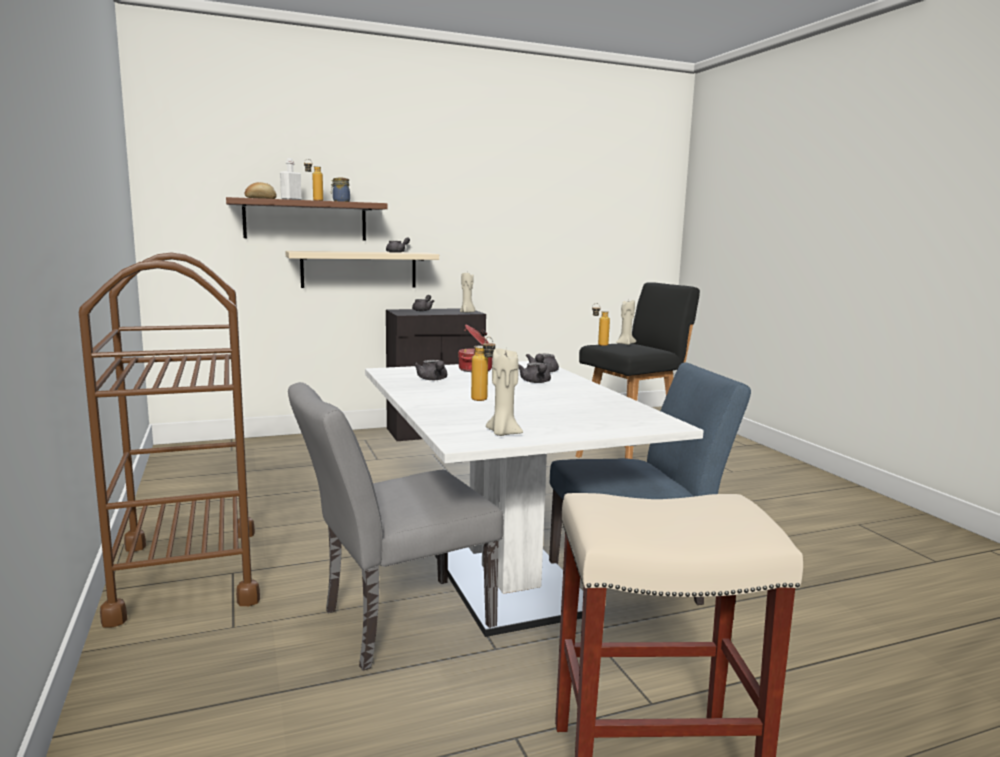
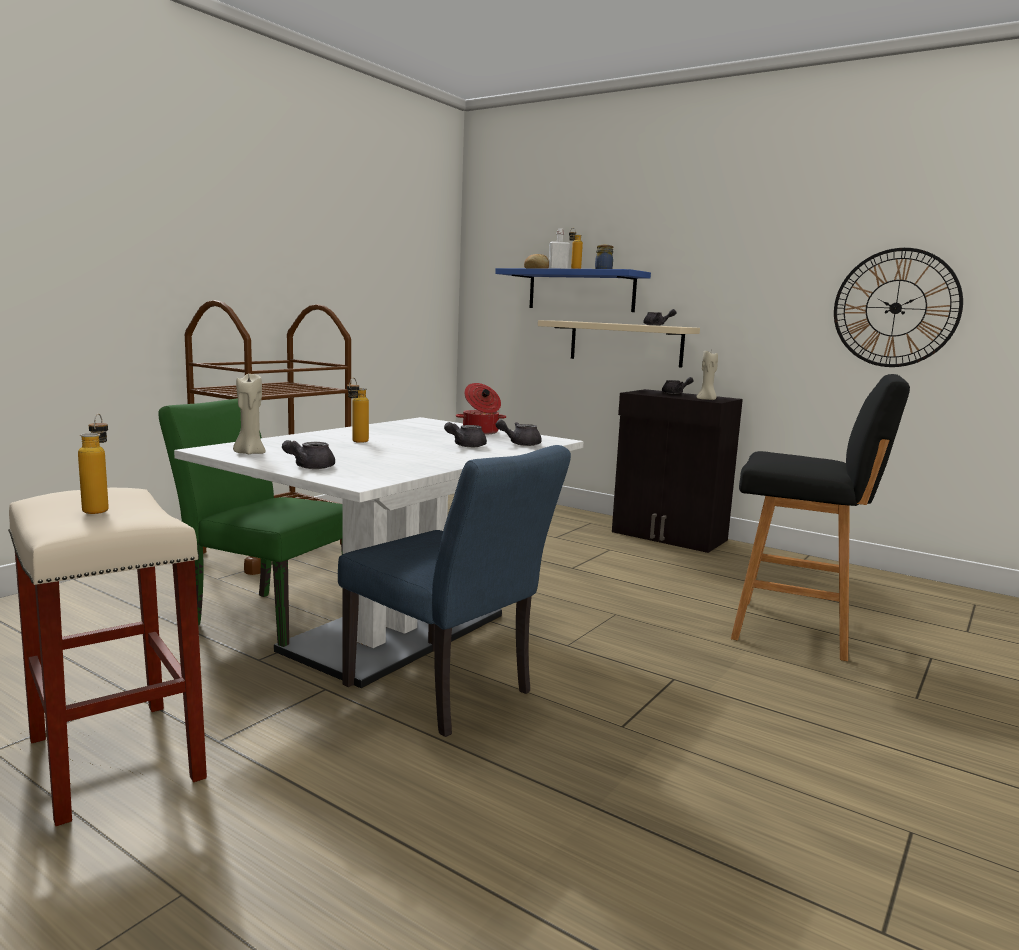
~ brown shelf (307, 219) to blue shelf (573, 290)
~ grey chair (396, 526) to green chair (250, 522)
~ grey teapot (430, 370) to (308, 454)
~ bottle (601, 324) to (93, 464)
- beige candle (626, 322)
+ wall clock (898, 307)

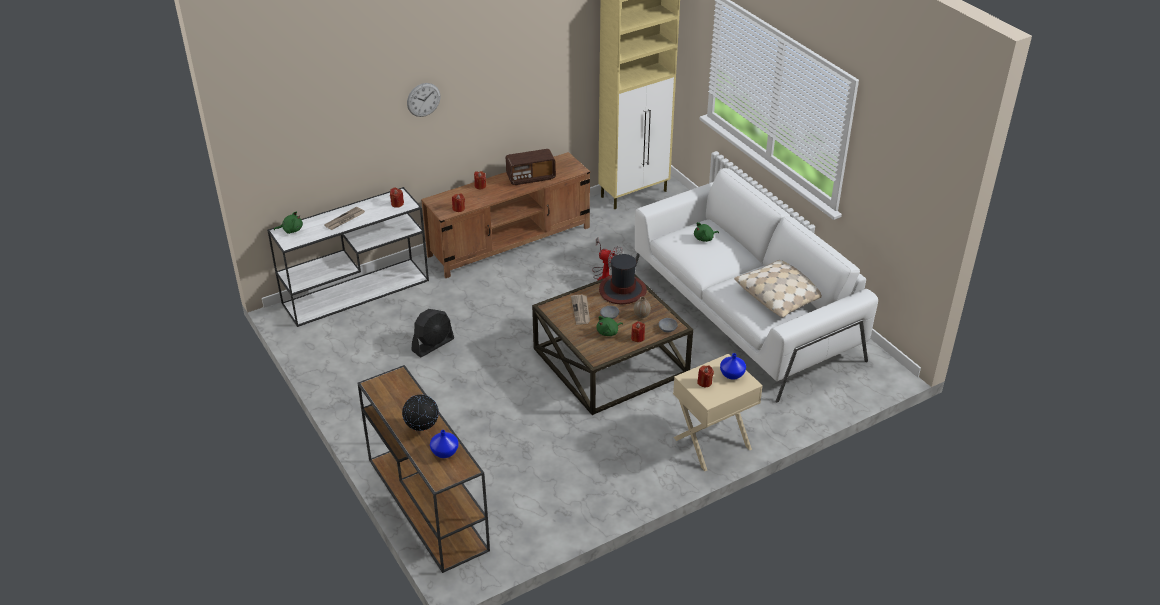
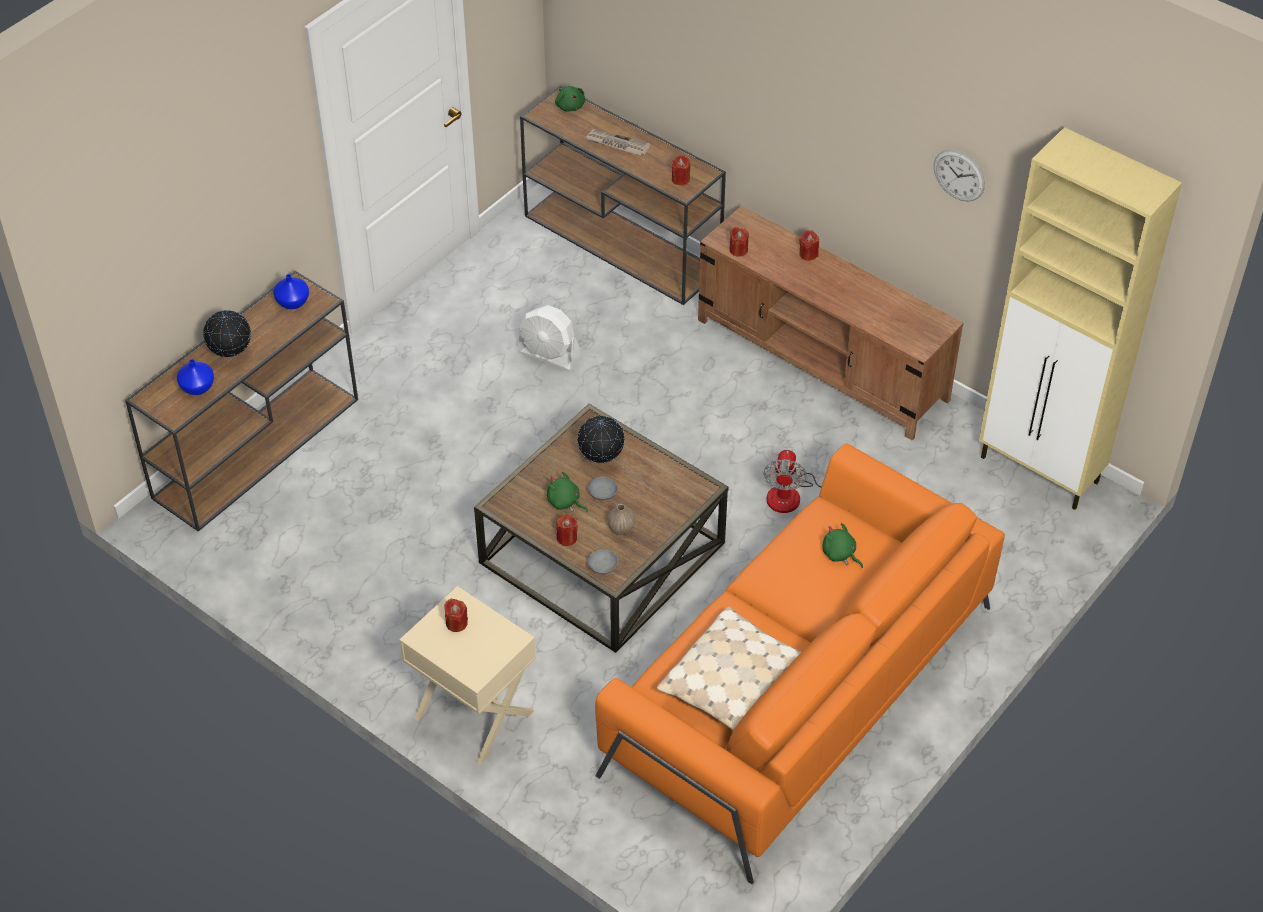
~ white console table (348, 257) to brown console table (623, 195)
~ wall clock (424, 100) to (959, 175)
~ black fan (432, 333) to white fan (550, 338)
- radio (531, 167)
~ newspaper (580, 309) to globe (600, 439)
- hat (623, 279)
~ white sofa (756, 285) to orange sofa (800, 663)
~ blue vase (733, 366) to (291, 291)

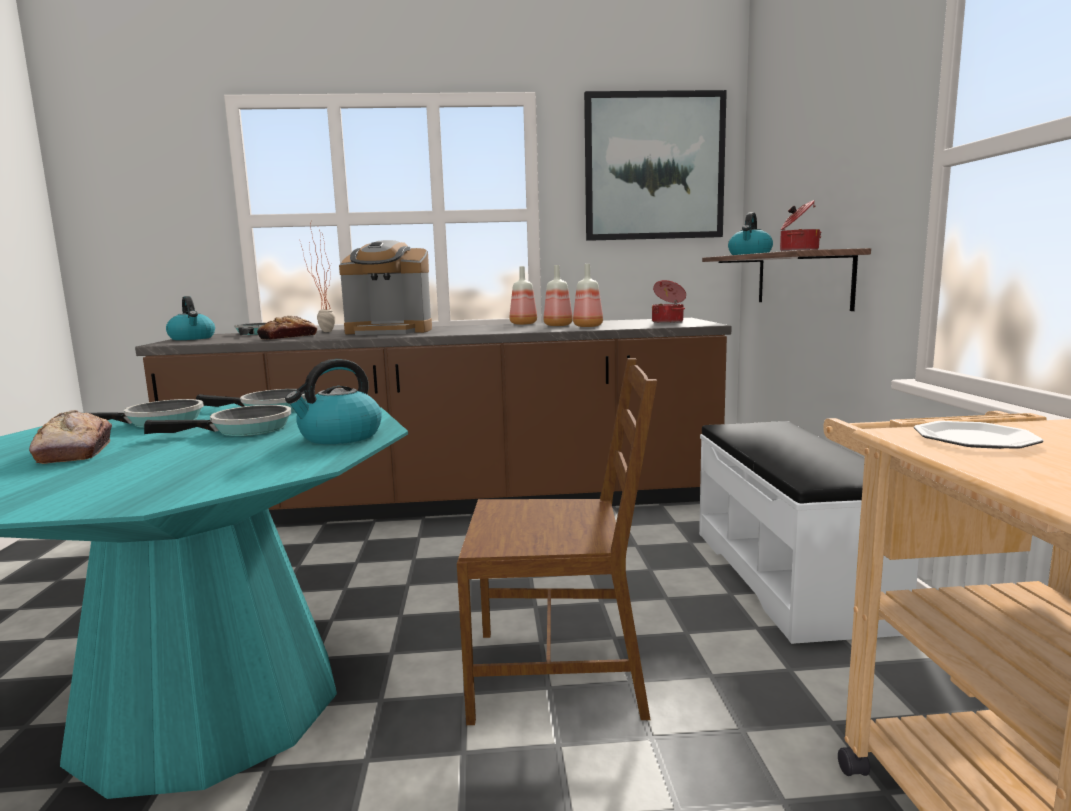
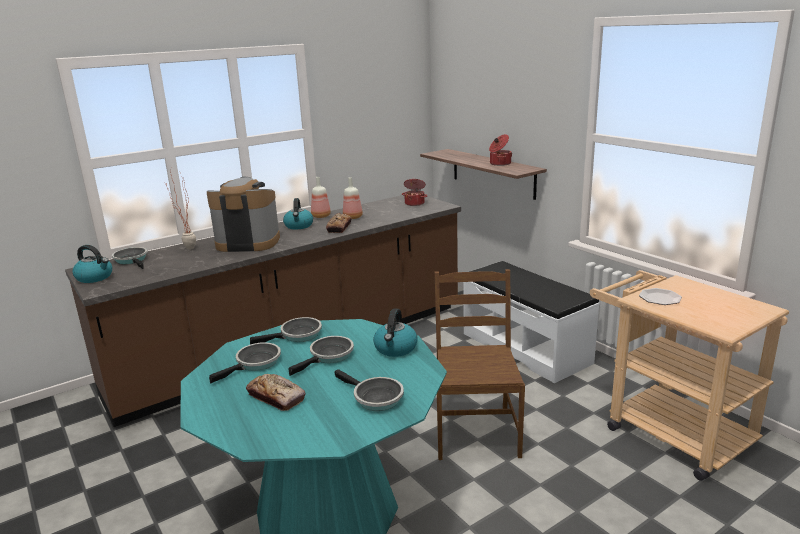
~ bread (287, 328) to (339, 223)
~ coffee machine (385, 287) = (243, 214) 150 degrees counterclockwise
~ brown chair (557, 541) = (480, 364) 60 degrees counterclockwise
- bottle (588, 295)
- picture (655, 165)
~ kettle (750, 233) to (298, 214)
+ frying pan (369, 390)

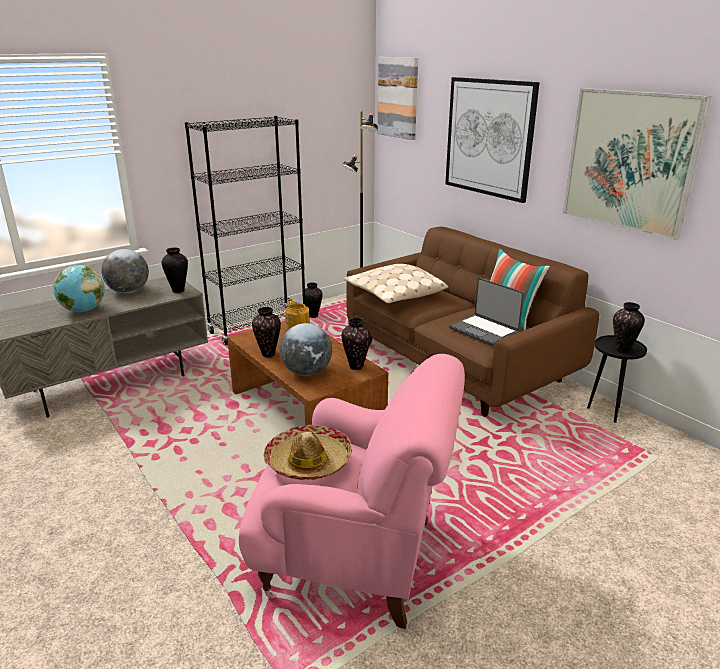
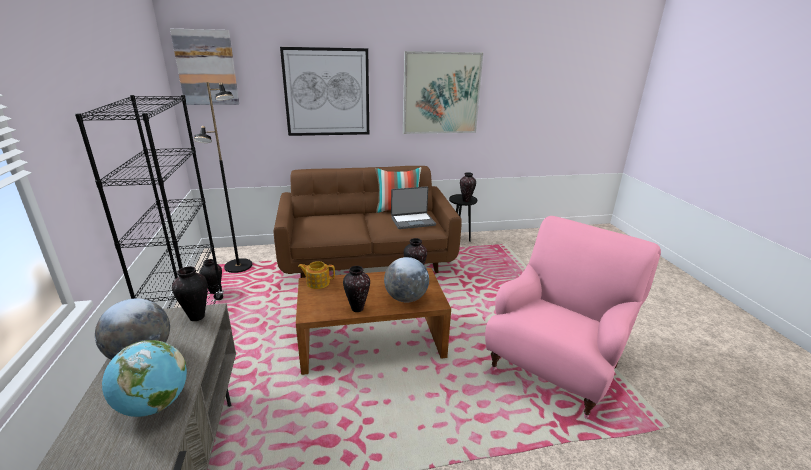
- hat (308, 452)
- beige pillow (395, 283)

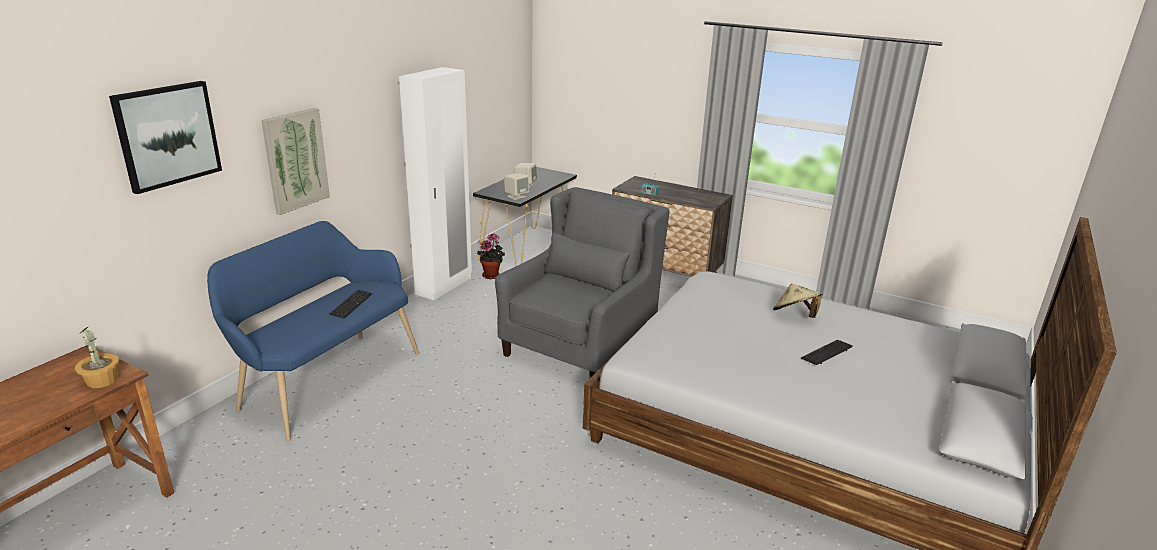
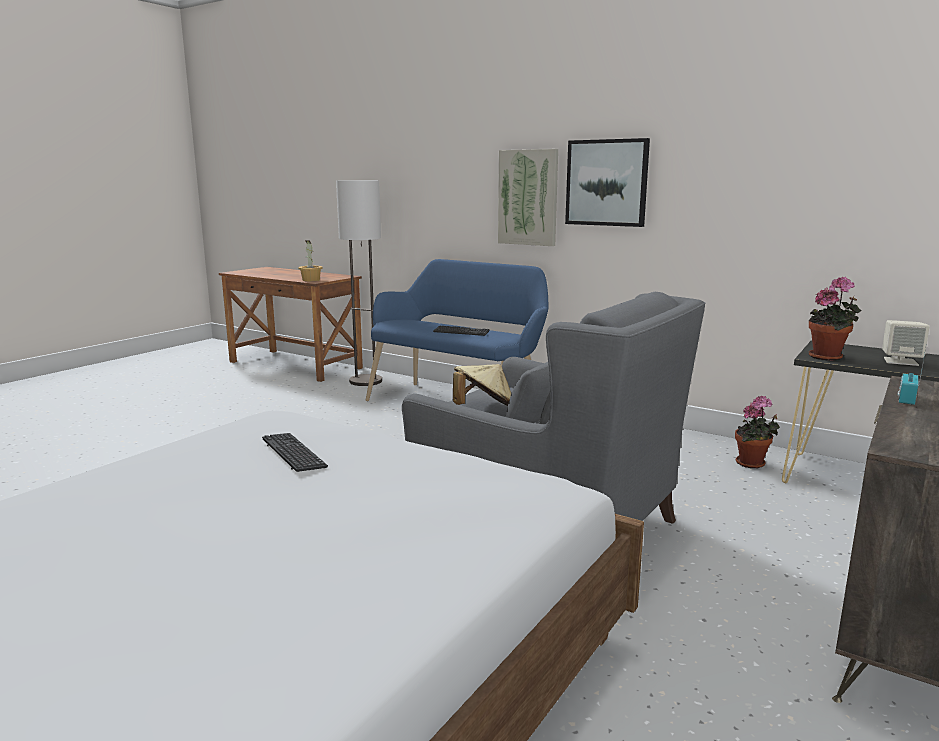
~ picture (165, 137) to (607, 182)
- white wardrobe (435, 183)
~ beige speaker (516, 186) to potted plant (835, 319)
~ beige hat (797, 300) to (482, 385)
~ keyboard (826, 352) to (295, 452)
+ floor lamp (359, 283)

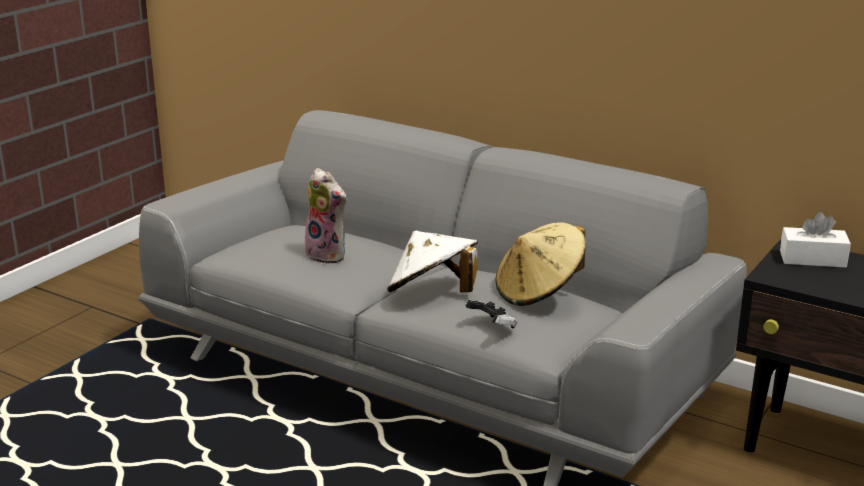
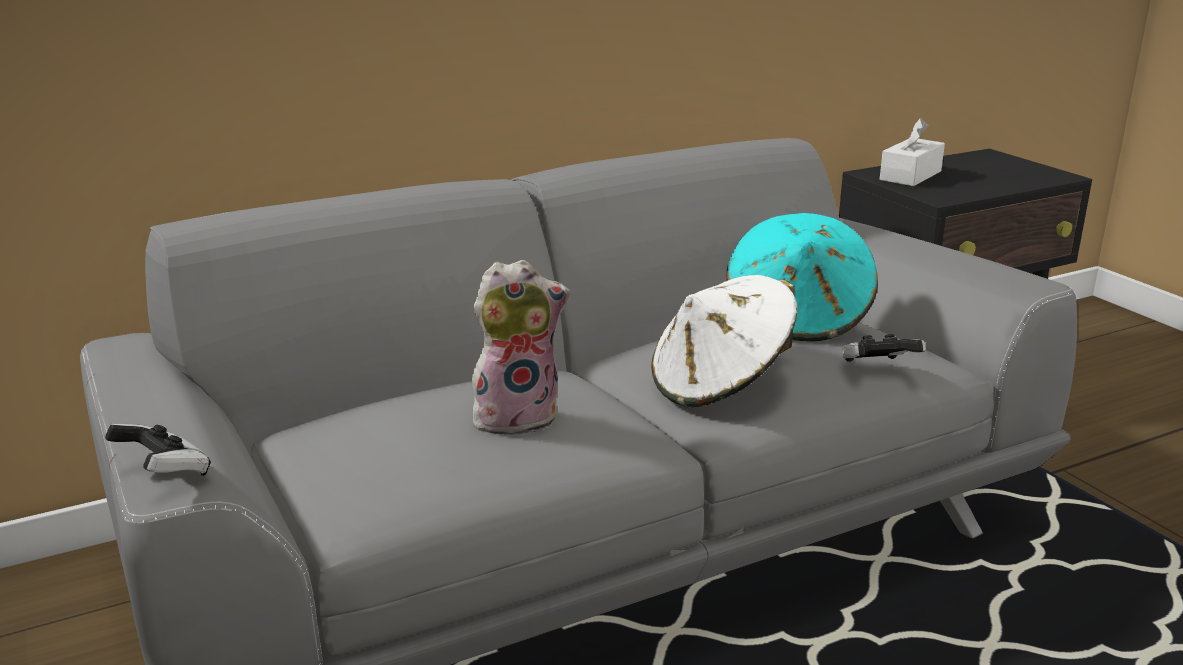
~ beige hat (540, 264) to turquoise hat (802, 277)
+ game controller (158, 450)

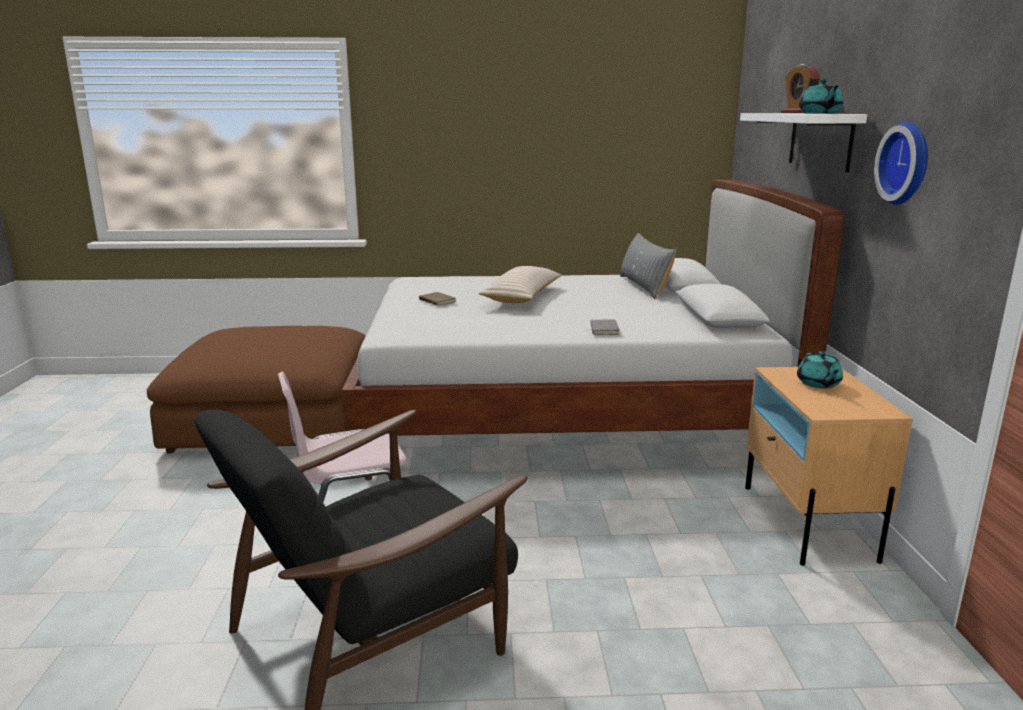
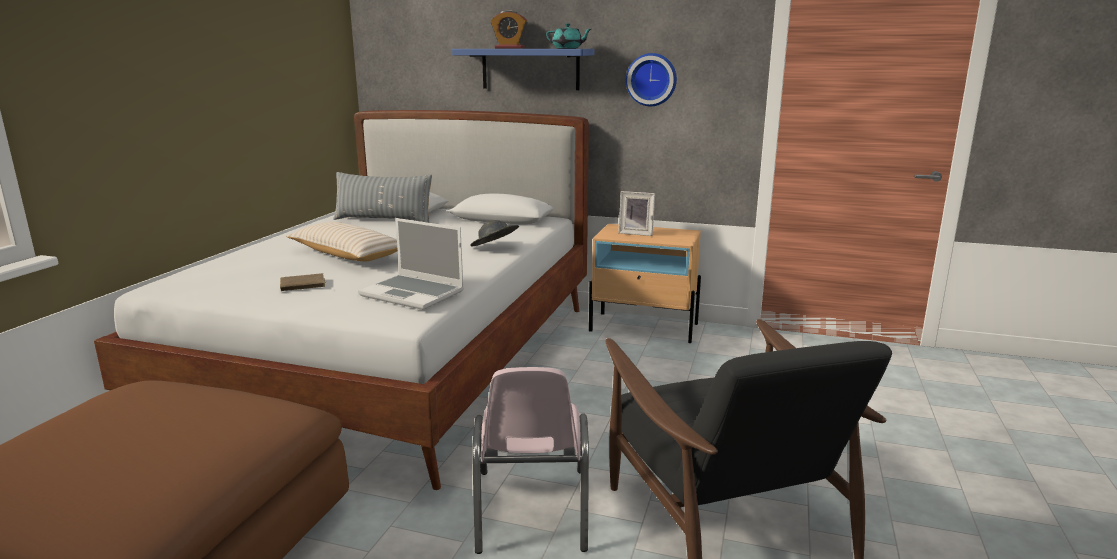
~ grey book (605, 327) to grey hat (494, 233)
~ white shelf (803, 143) to blue shelf (523, 69)
~ turquoise teapot (820, 369) to picture frame (636, 213)
+ laptop (411, 264)

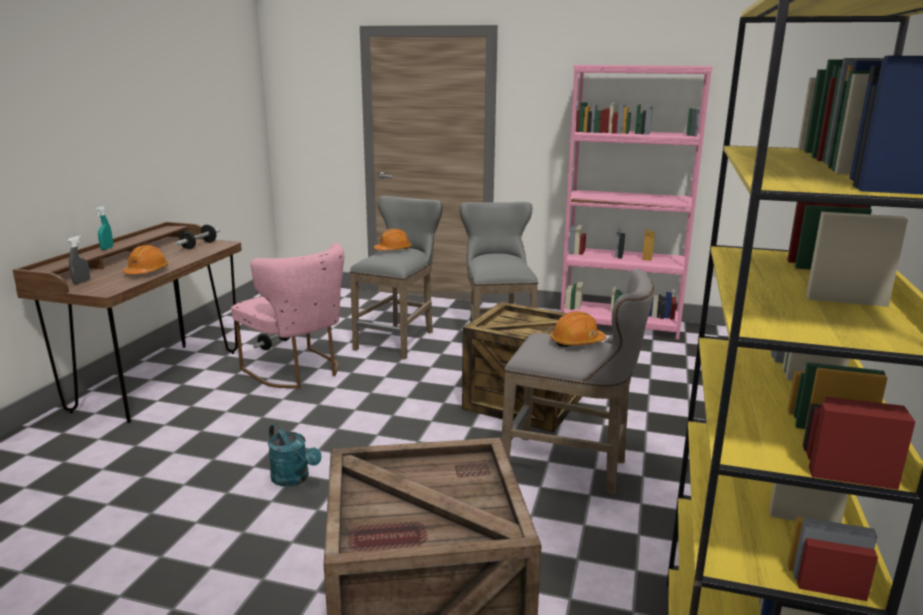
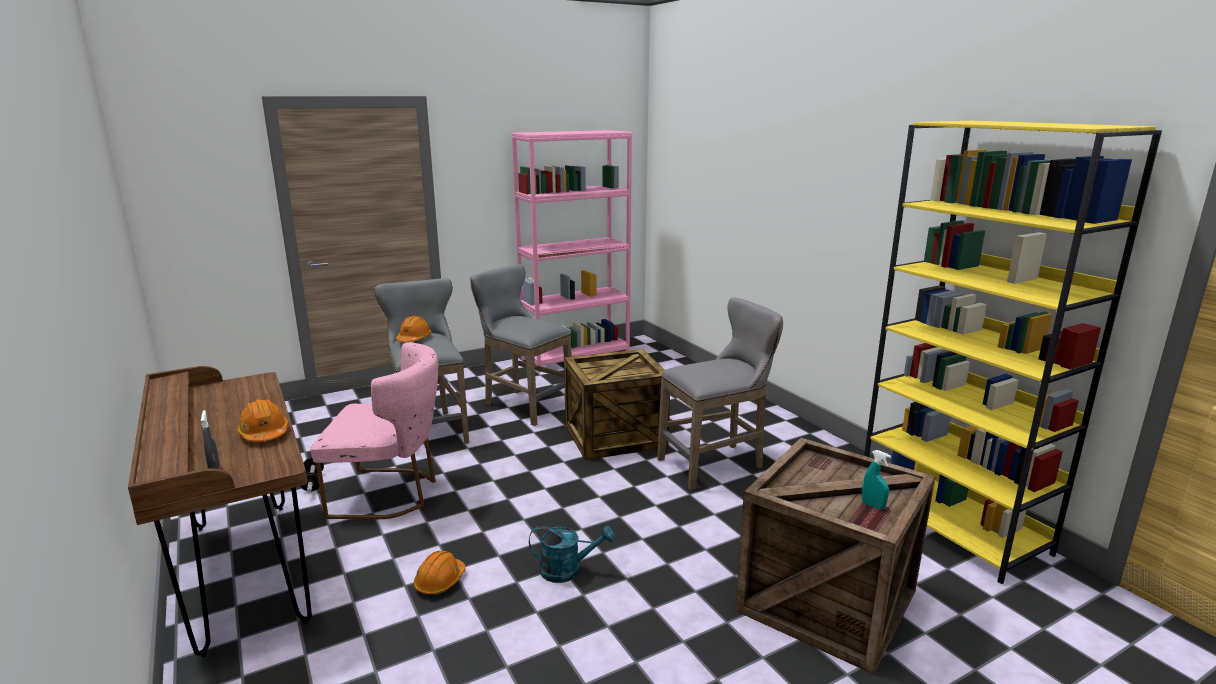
~ turquoise spray bottle (104, 228) to (876, 480)
- dumbbell (197, 237)
~ orange hard hat (578, 329) to (440, 573)

